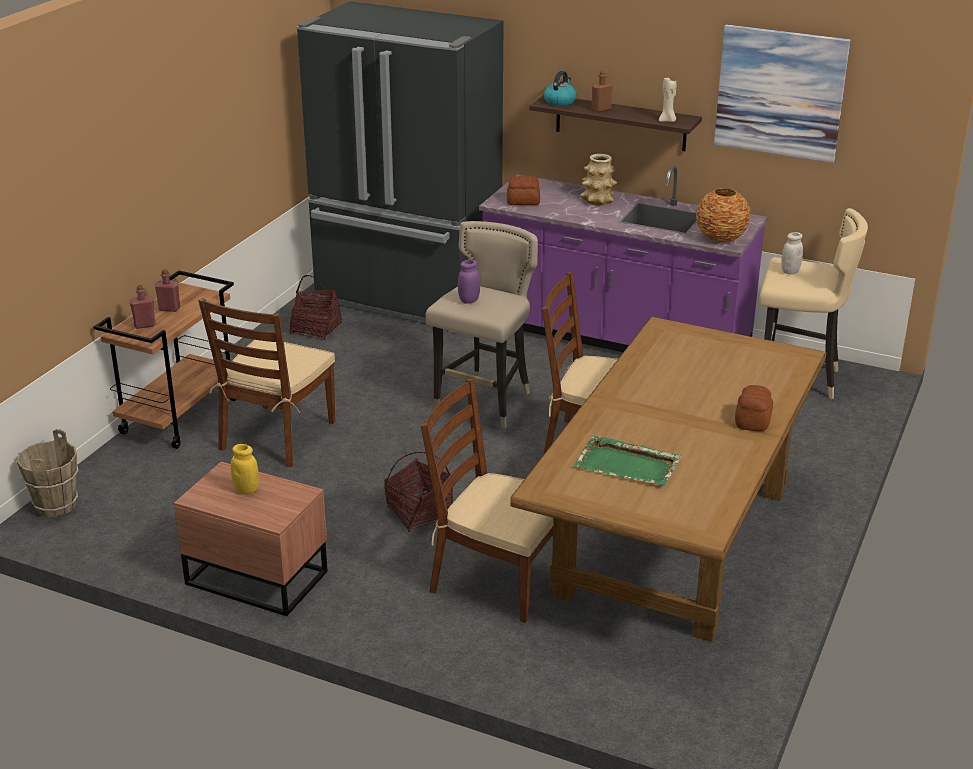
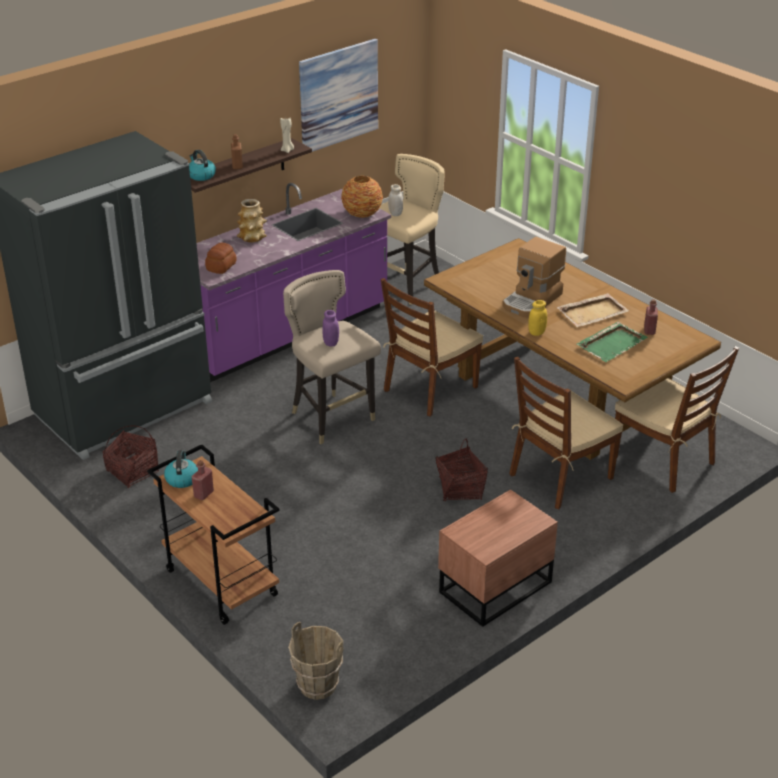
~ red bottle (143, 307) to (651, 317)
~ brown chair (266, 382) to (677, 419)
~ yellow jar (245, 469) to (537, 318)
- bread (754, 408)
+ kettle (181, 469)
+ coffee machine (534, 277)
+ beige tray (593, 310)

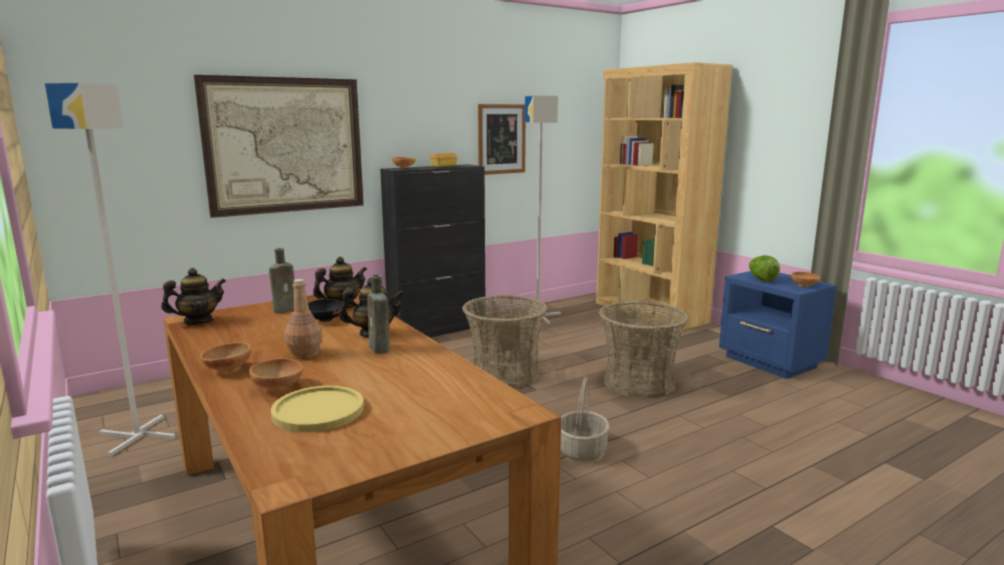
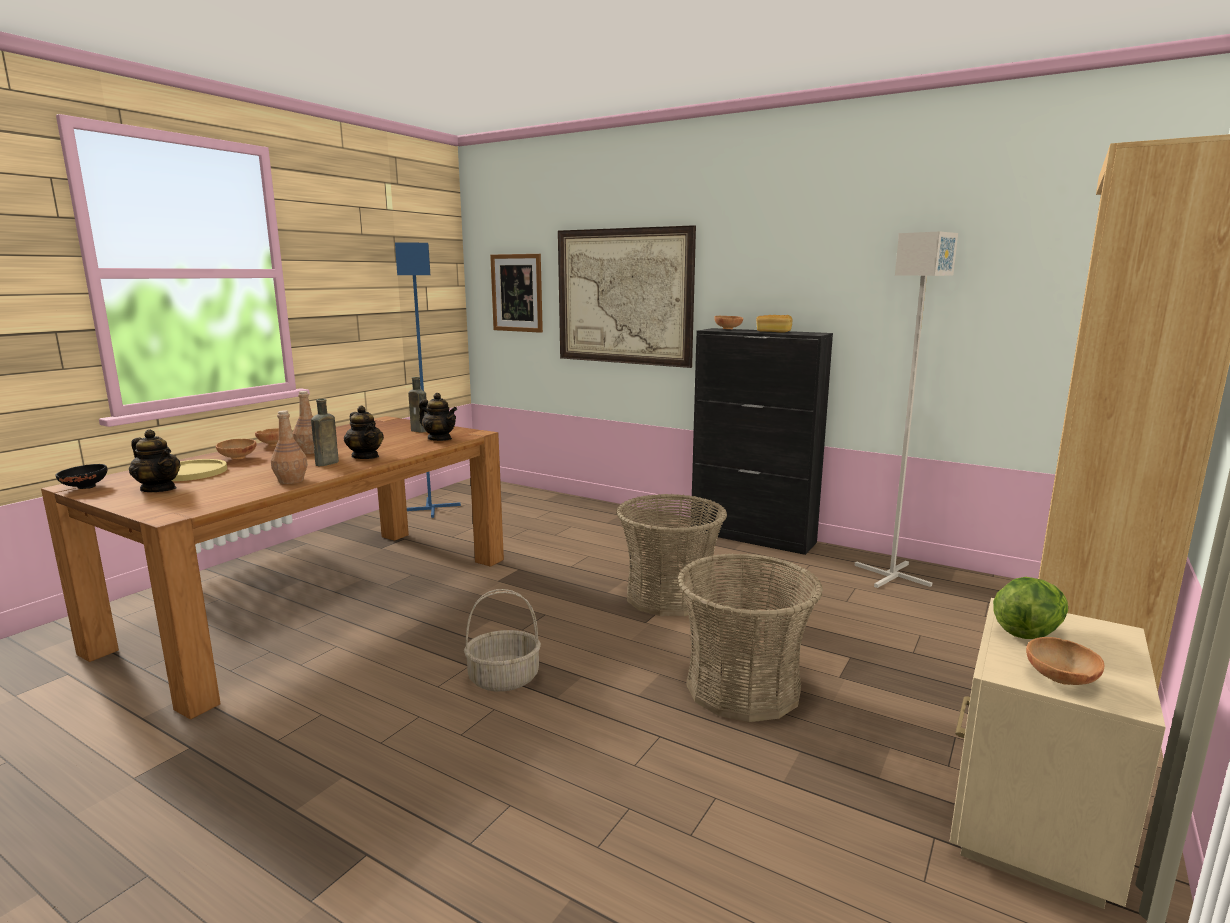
~ grey floor lamp (110, 269) to blue floor lamp (428, 380)
~ teapot (193, 296) to (155, 460)
~ black bowl (325, 310) to (81, 476)
~ picture (502, 139) to (516, 293)
~ blue nightstand (778, 325) to beige nightstand (1058, 753)
+ brown bottle (289, 447)

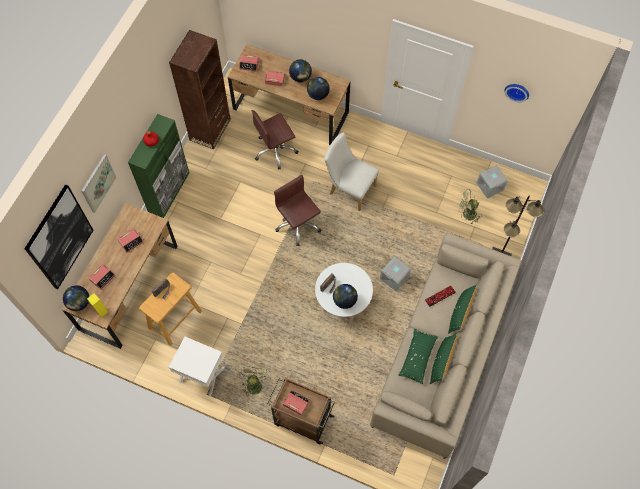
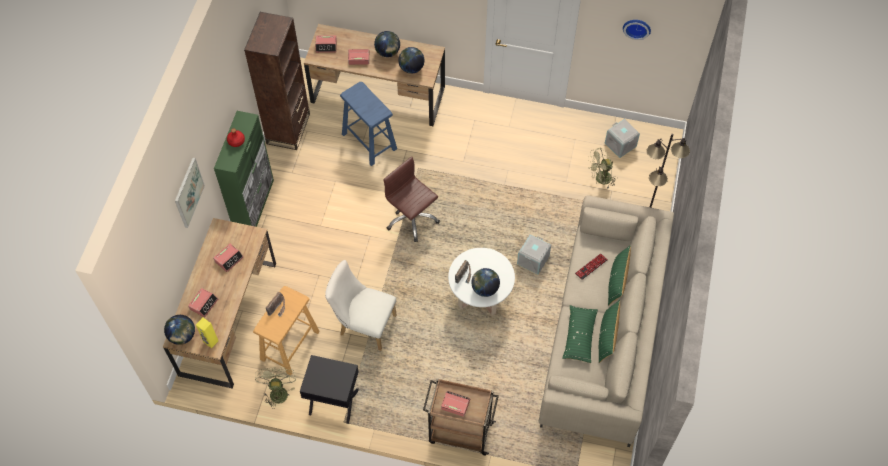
- picture (59, 236)
~ white nightstand (197, 366) to black nightstand (329, 389)
~ green fan (253, 381) to (275, 388)
~ brown office chair (275, 140) to blue stool (368, 124)
~ white chair (351, 171) to (361, 305)

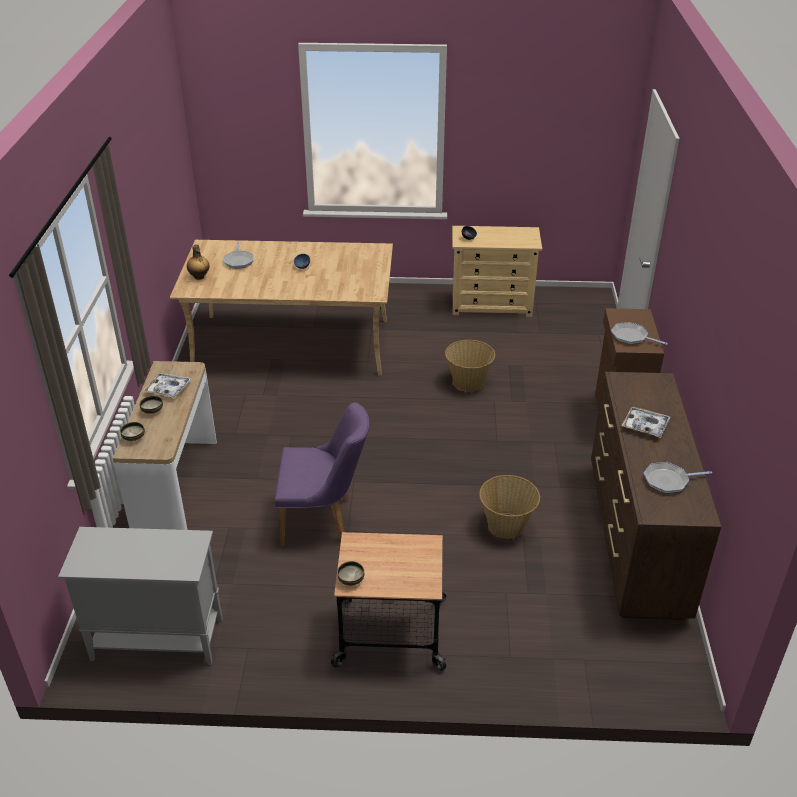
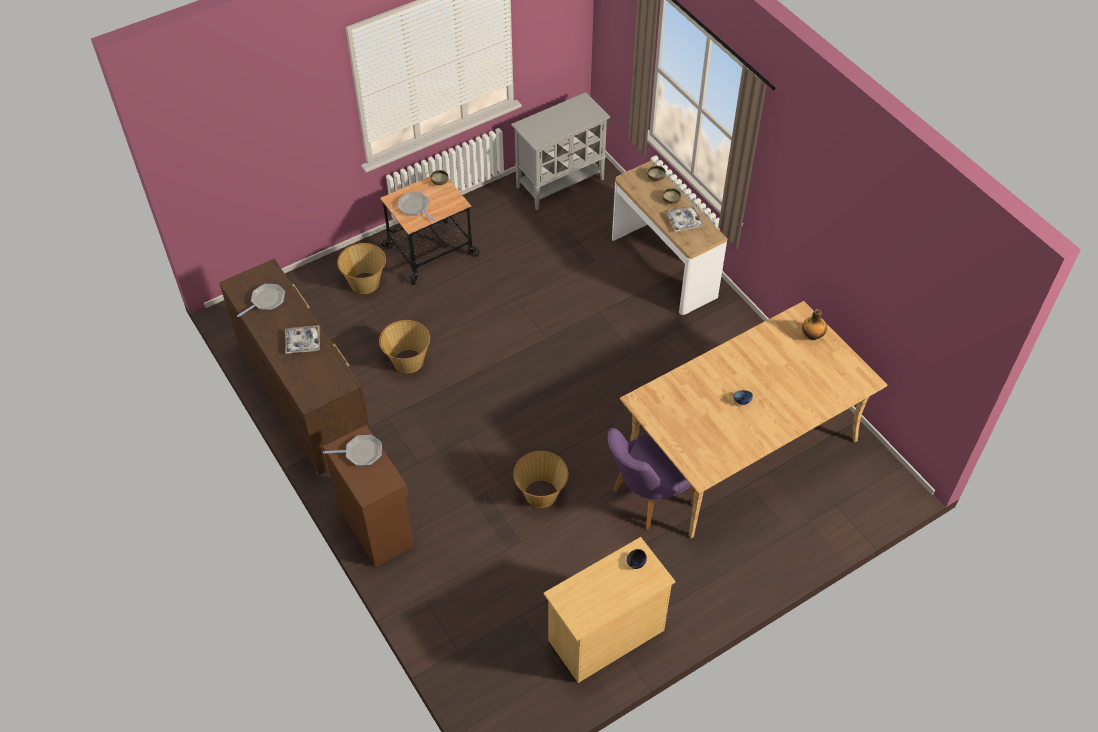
~ frying pan (239, 255) to (417, 207)
~ purple chair (322, 474) to (651, 479)
+ basket (361, 268)

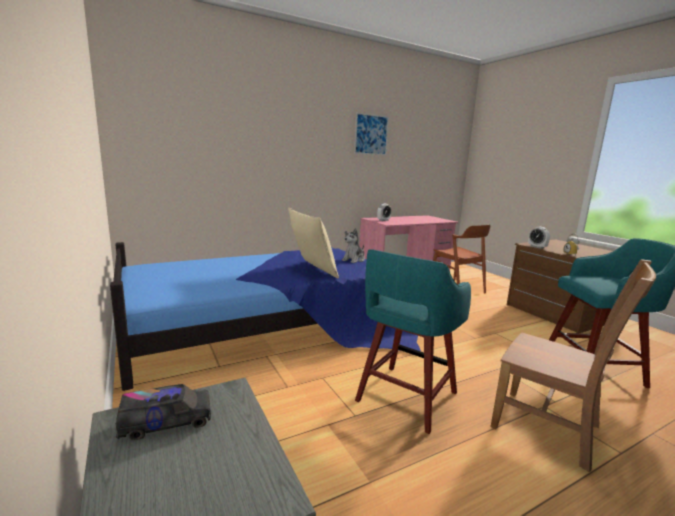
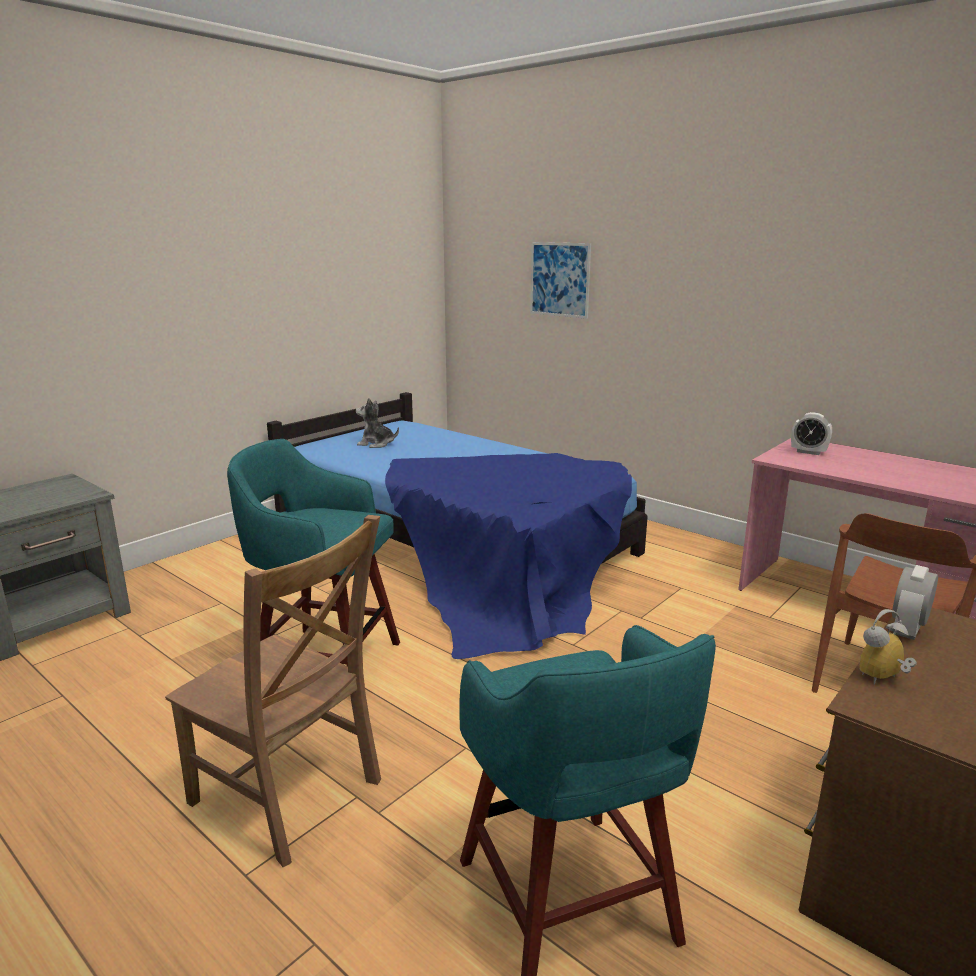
- toy truck (163, 412)
- beige pillow (313, 243)
~ plush toy (353, 245) to (377, 423)
~ picture (371, 134) to (560, 280)
~ brown chair (573, 365) = (273, 691) 75 degrees counterclockwise

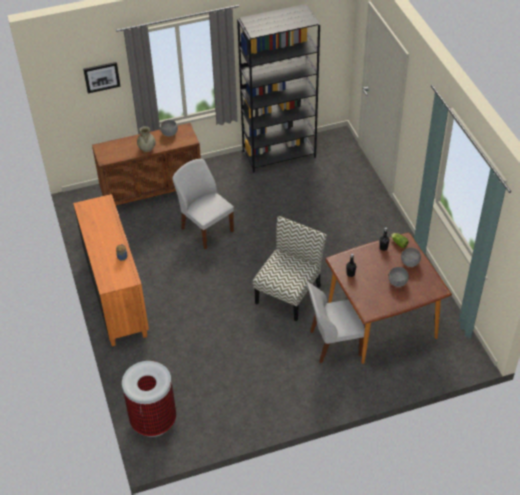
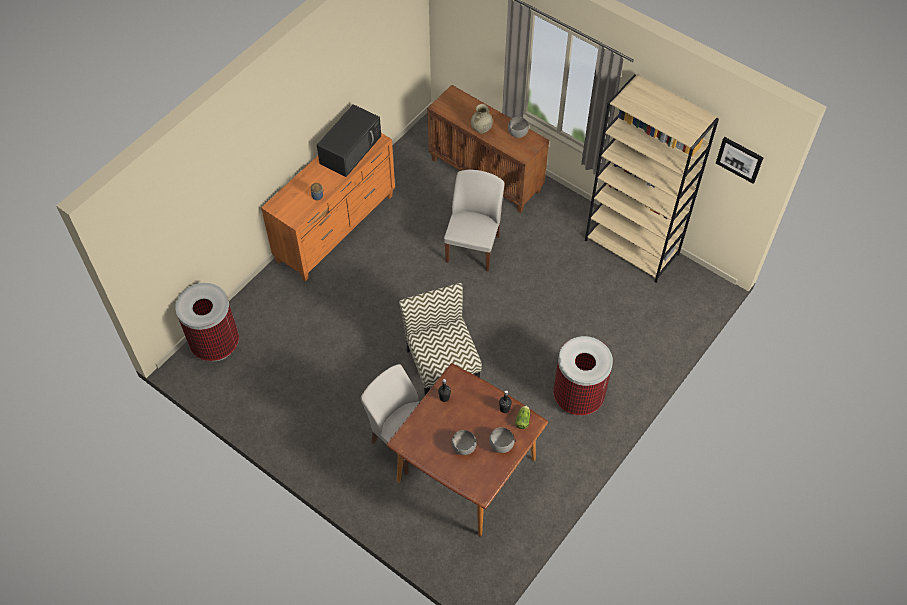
~ picture (102, 77) to (740, 160)
~ black bookcase (278, 88) to beige bookcase (652, 178)
~ chair (290, 268) = (440, 339) 105 degrees counterclockwise
+ black microwave (349, 140)
+ trash can (583, 375)

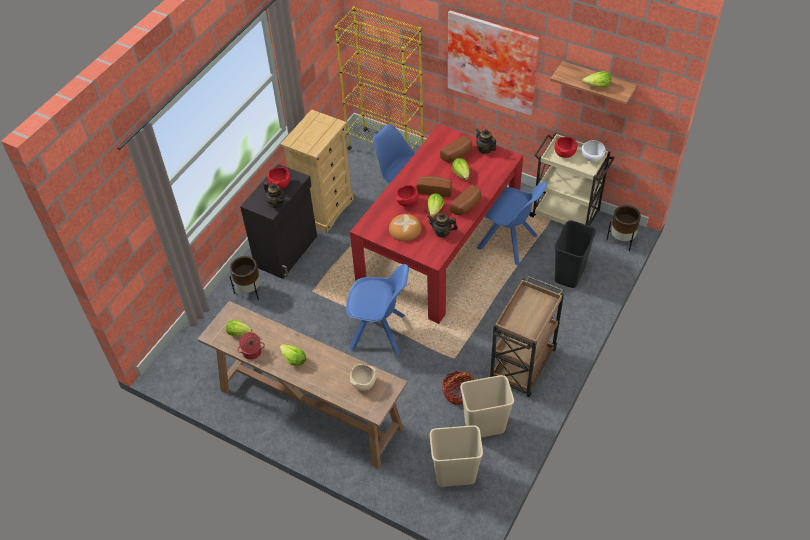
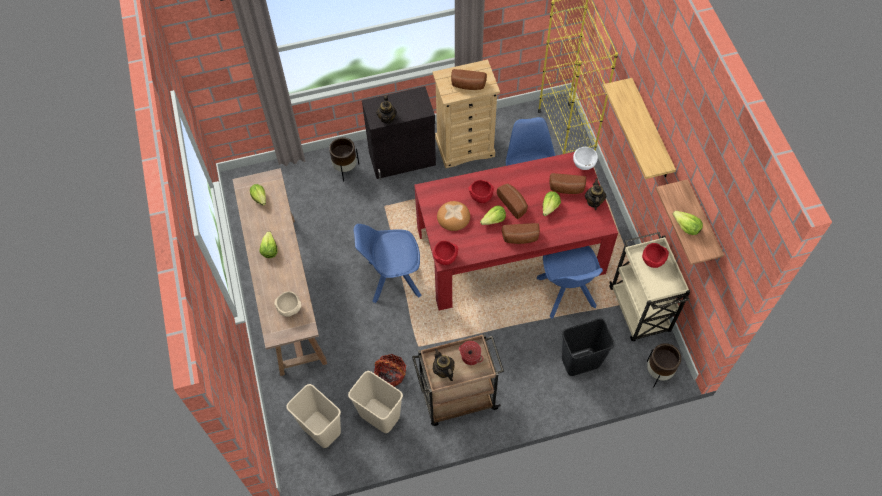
~ cooking pot (251, 346) to (471, 353)
~ red bowl (279, 178) to (445, 252)
~ blue chair (377, 309) = (388, 263) 120 degrees clockwise
~ teapot (442, 225) to (444, 364)
~ picture (493, 63) to shelf (639, 128)
~ white bowl (594, 151) to (585, 158)
+ bread (469, 79)

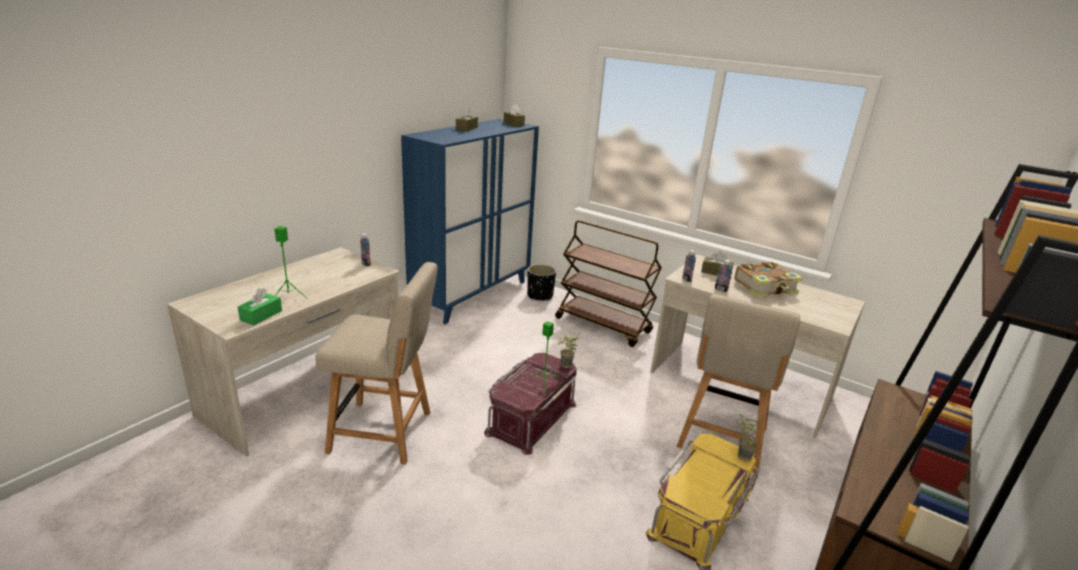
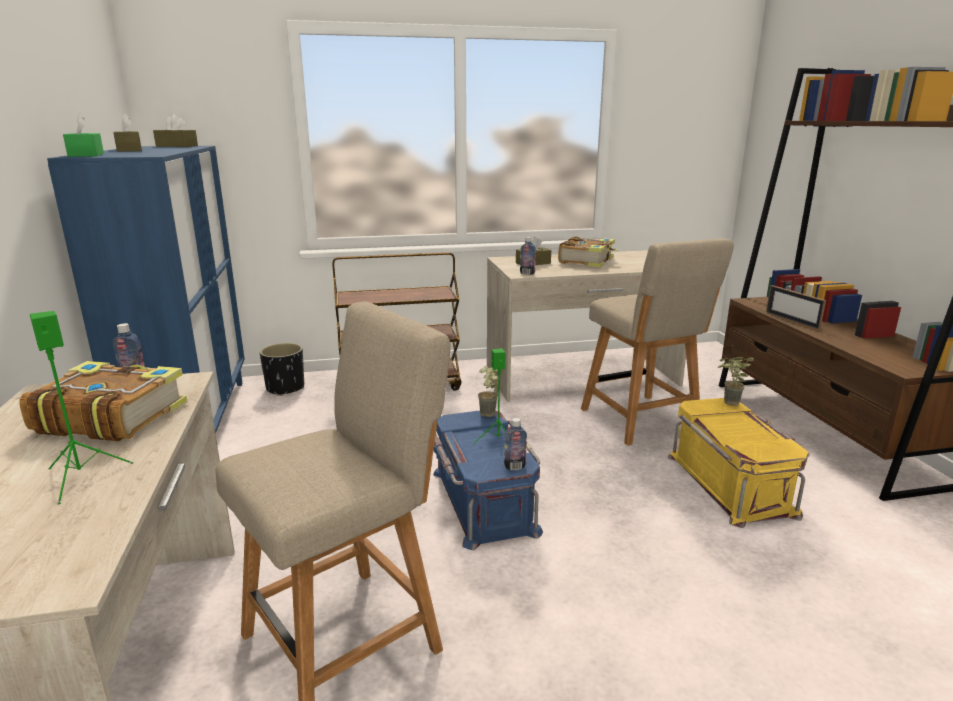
~ green tissue box (260, 306) to (83, 135)
~ red storage box (530, 404) to blue storage box (488, 480)
~ bottle (723, 276) to (515, 444)
+ book (103, 401)
+ picture frame (796, 307)

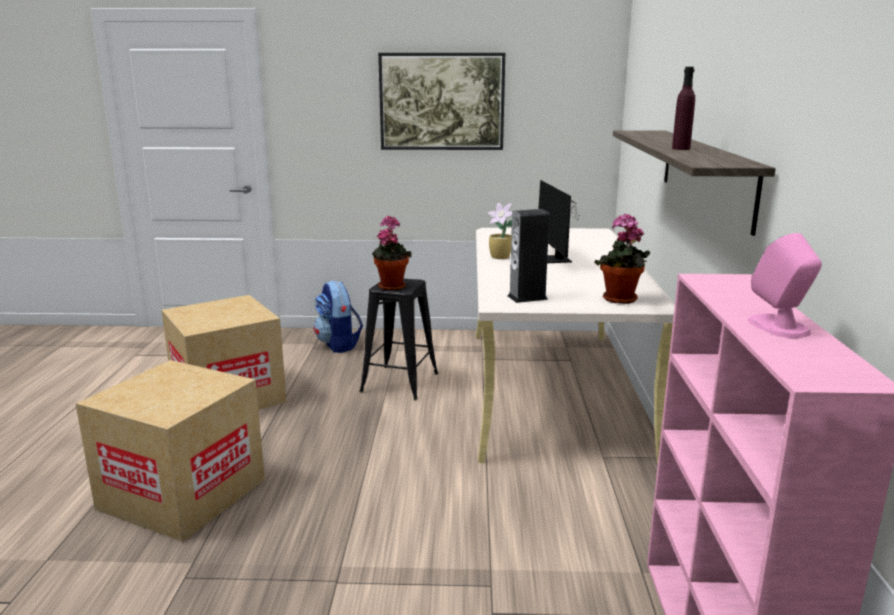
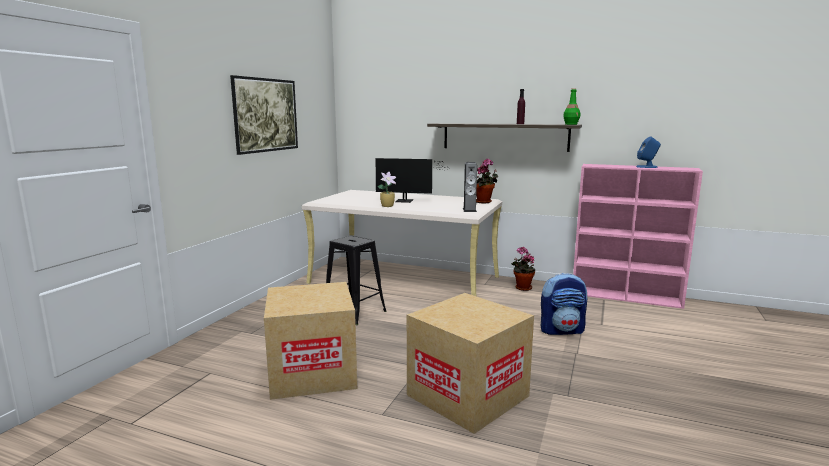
~ backpack (338, 316) to (564, 304)
~ potted plant (392, 253) to (523, 269)
~ pink speaker (785, 285) to blue speaker (648, 152)
+ green bottle (571, 106)

